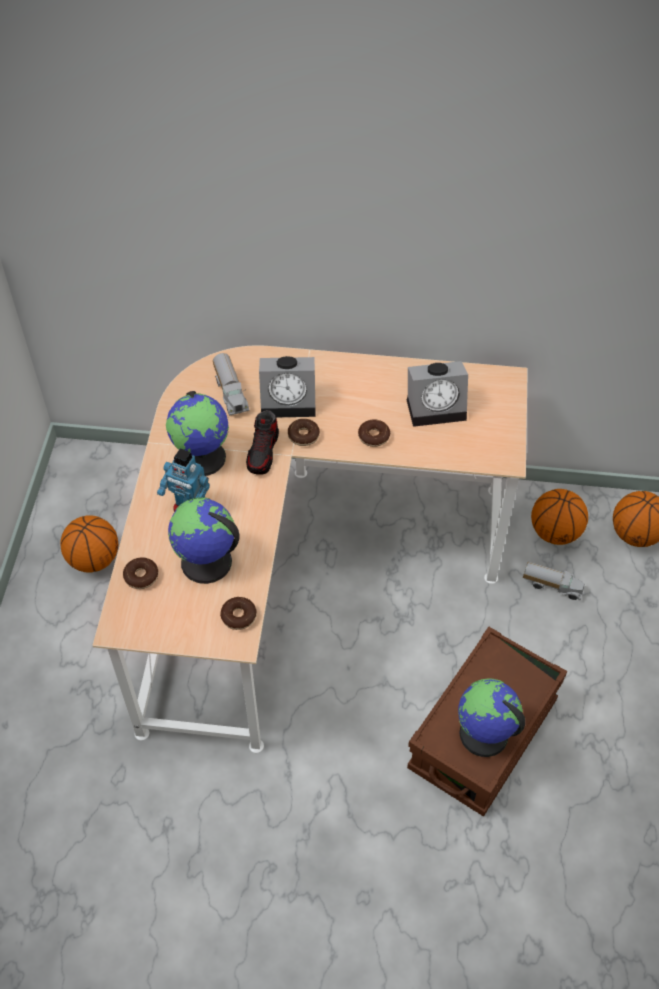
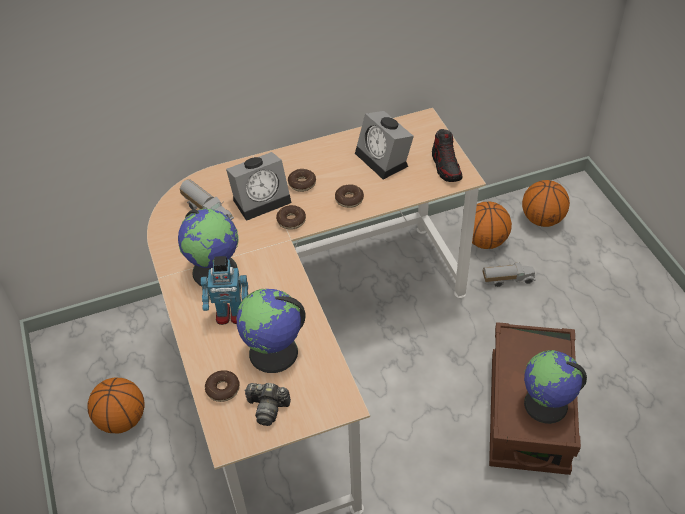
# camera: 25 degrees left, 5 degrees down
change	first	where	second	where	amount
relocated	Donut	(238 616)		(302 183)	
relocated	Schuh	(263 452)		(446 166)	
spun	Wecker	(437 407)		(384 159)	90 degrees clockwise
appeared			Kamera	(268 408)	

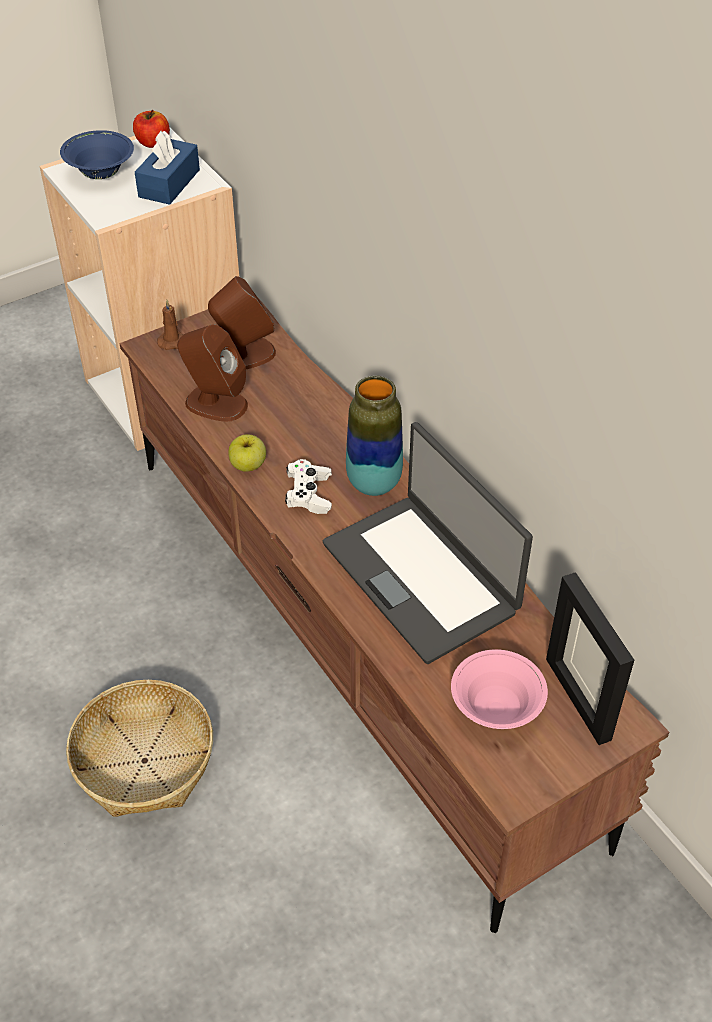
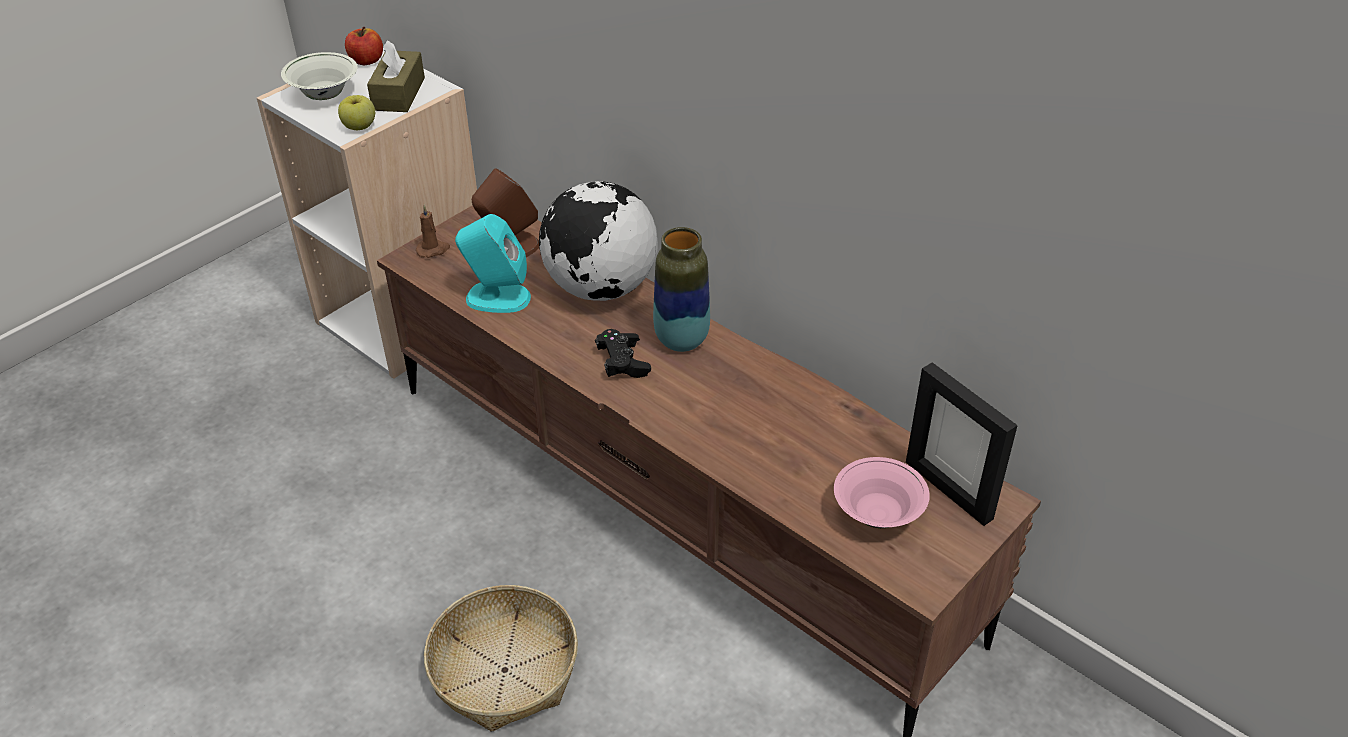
# camera: 15 degrees left, 5 degrees down
change	first	where	second	where	amount
colour	Schüssel (blau)	(100 174)	Schüssel (weiß)	(324 95)	
colour	Taschentuchbox (blau)	(169 183)	Taschentuchbox (braun)	(399 94)	
colour	Lautsprecher (braun)	(215 403)	Lautsprecher (türkis)	(497 298)	
relocated	Apfel	(248 465)		(360 127)	
colour	Gamepad (weiß)	(309 495)	Gamepad (schwarz)	(623 362)	
missing	Laptop	(422 576)			
appeared			Globus	(600 288)	

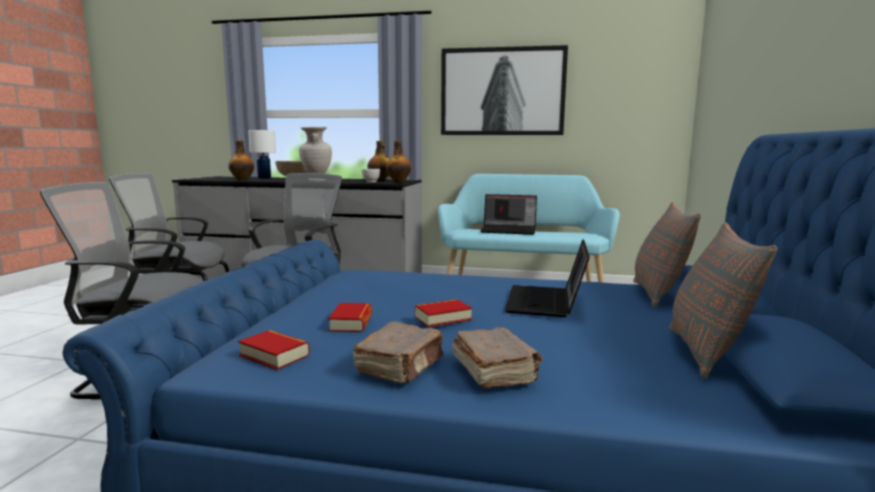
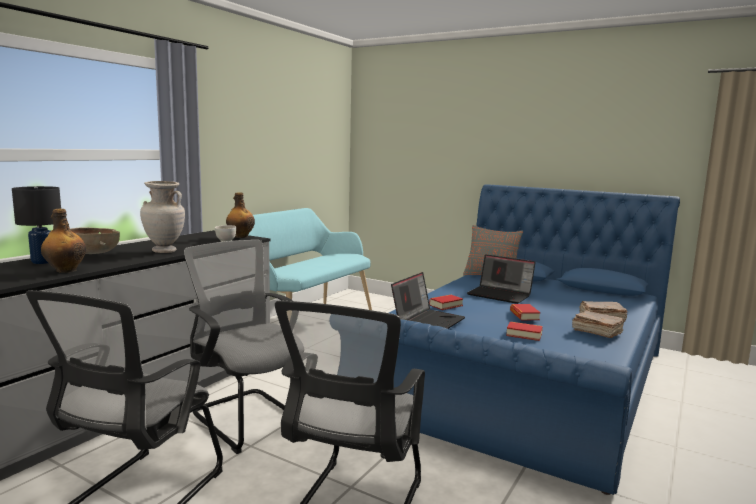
# camera: 70 degrees left, 0 degrees up
change	first	where	second	where	amount
relocated	Buch	(274 355)		(446 305)	
colour	Tischlampe (weiß)	(264 178)	Tischlampe (schwarz)	(41 262)	
missing	Flasche	(380 180)			
missing	Bild	(502 92)			
relocated	Laptop	(509 230)		(428 321)	
missing	Kissen (grau)	(706 353)			

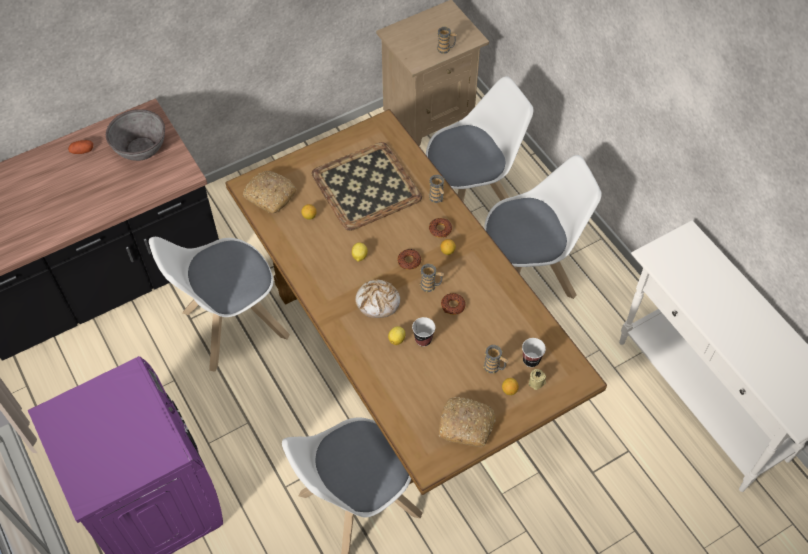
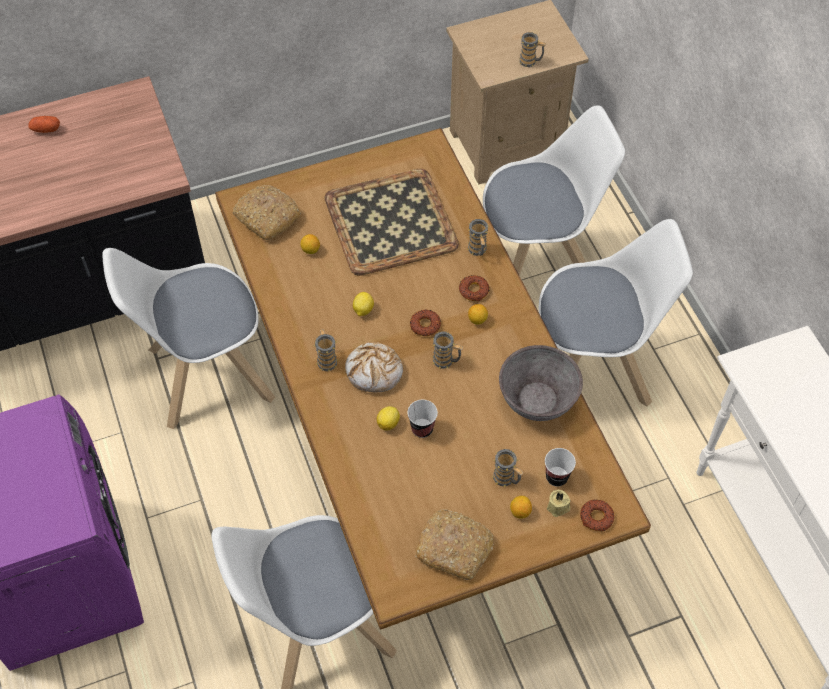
# camera: 10 degrees right, 0 degrees up
change	first	where	second	where	amount
relocated	Schüssel (grau)	(141 148)		(537 399)	
relocated	Donut	(453 306)		(596 517)	
appeared			Henkelbecher	(326 359)	

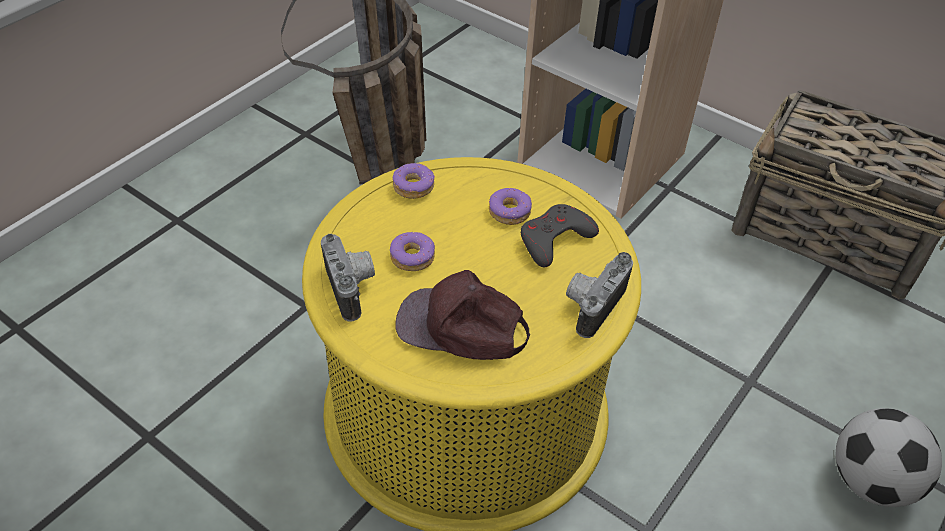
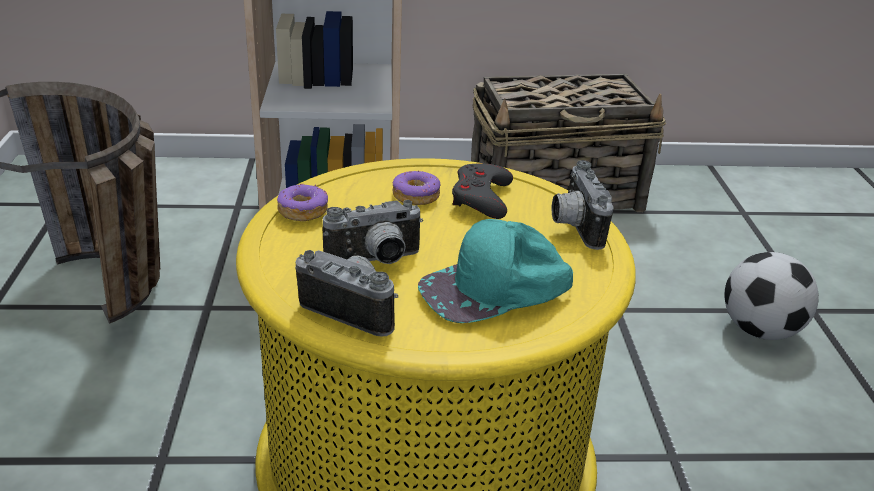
# camera: 40 degrees left, 15 degrees down
change	first	where	second	where	amount
exchanged	Donut	(412 257)	Kamera	(375 262)	
colour	Kappe (braun)	(462 327)	Kappe (türkis)	(497 289)	

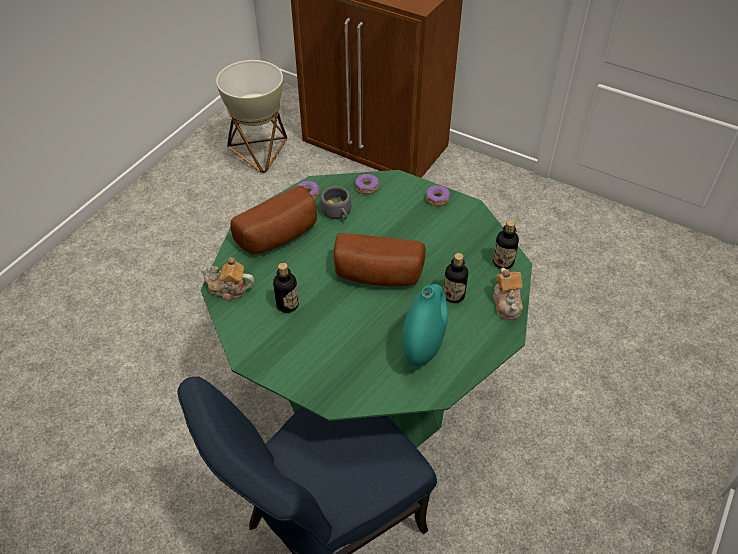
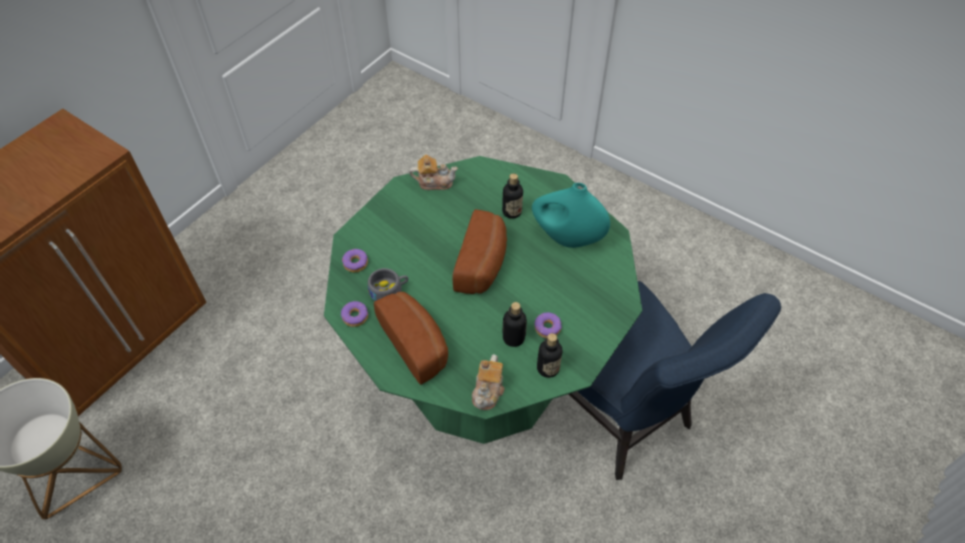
# camera: 85 degrees left, 5 degrees up
change	first	where	second	where	amount
relocated	Donut	(437 199)		(547 328)	
relocated	Flasche	(503 262)		(548 368)	
relocated	Teekanne	(507 303)		(434 182)	

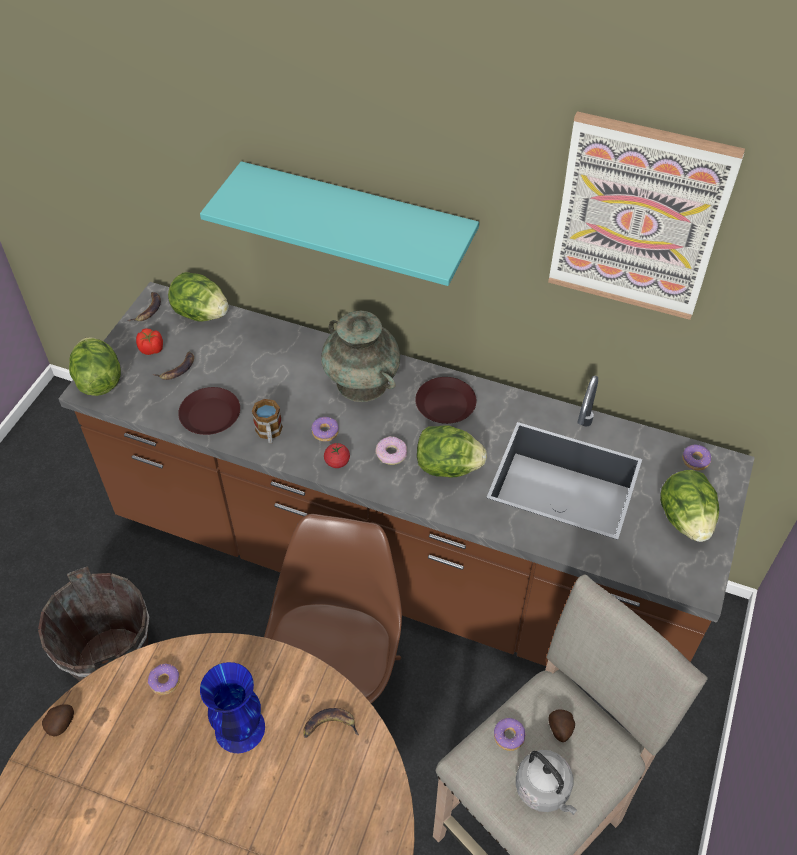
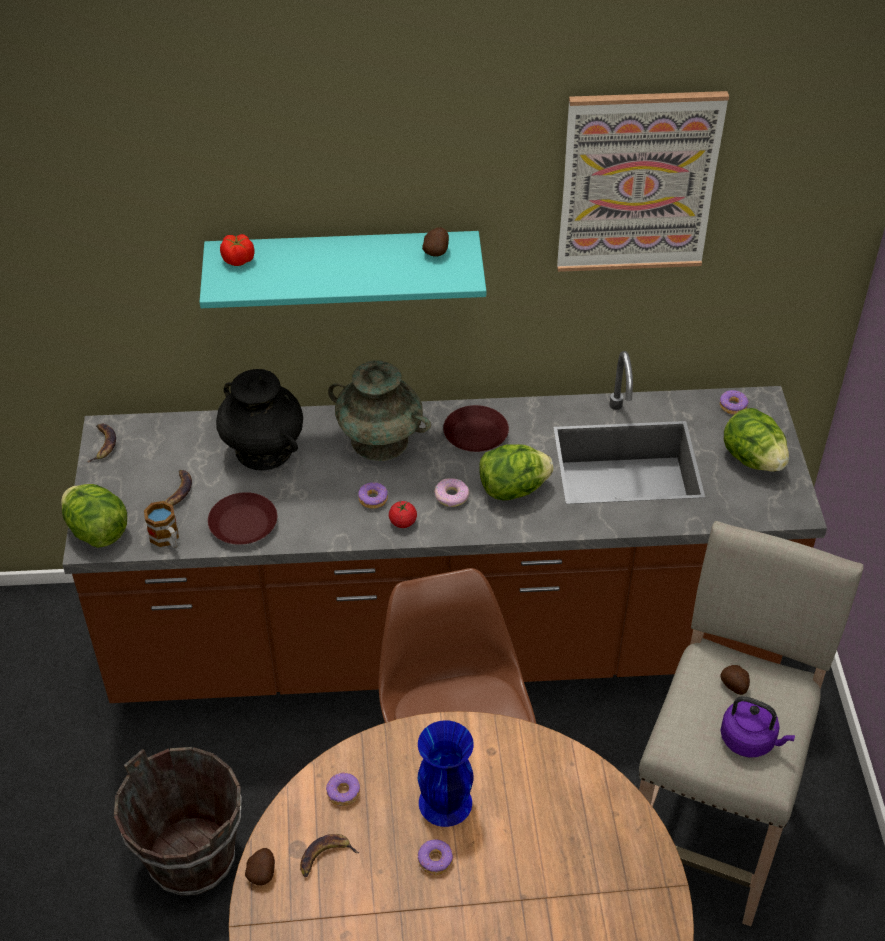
# camera: 25 degrees left, 5 degrees down
change	first	where	second	where	amount
relocated	Tomate	(151 349)		(238 260)	
missing	Salatkopf	(201 314)			
relocated	Henkelbecher	(269 433)		(167 539)	
relocated	Banane	(329 726)		(325 857)	
relocated	Donut	(509 737)		(435 860)	
colour	Wasserkessel (grau)	(544 790)	Wasserkessel (lila)	(750 740)	
appeared			Vase (schwarz)	(264 450)	
appeared			Kartoffel	(436 251)	

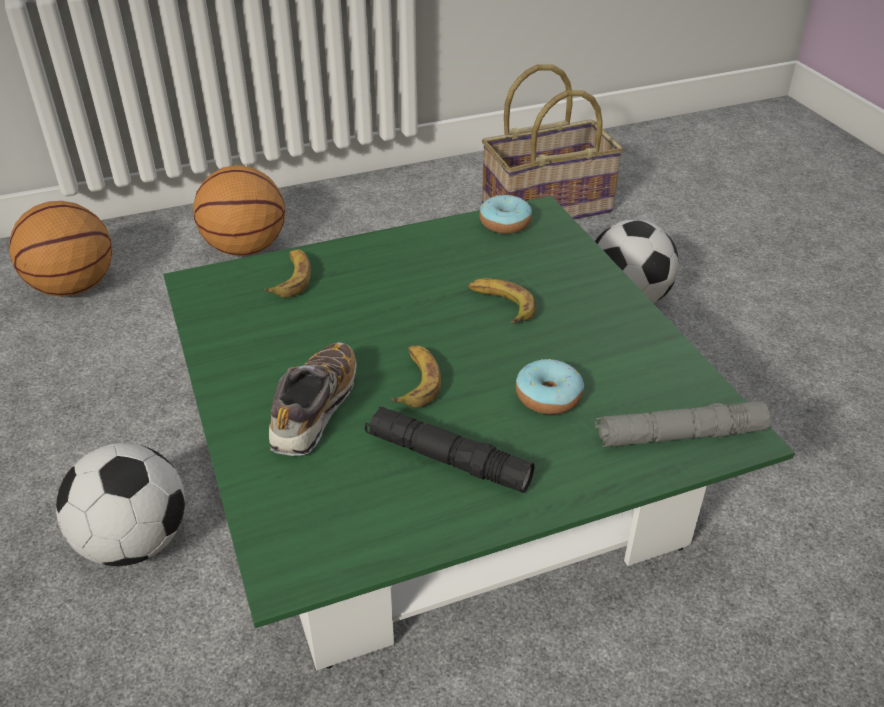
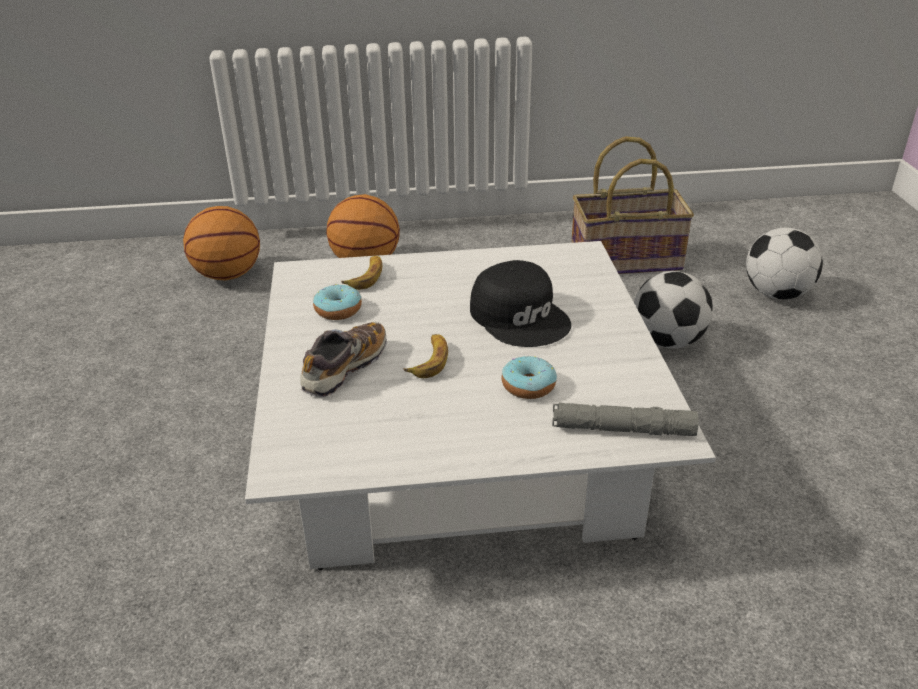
# camera: 15 degrees right, 5 degrees down
change	first	where	second	where	amount
relocated	Fußball	(134 542)		(776 294)	
colour	Couchtisch (grün)	(443 464)	Couchtisch (weiß)	(462 442)	
missing	Taschenlampe (schwarz)	(447 459)			
exchanged	Banane	(500 305)	Kappe (schwarz)	(520 316)	
relocated	Donut	(505 223)		(338 310)	

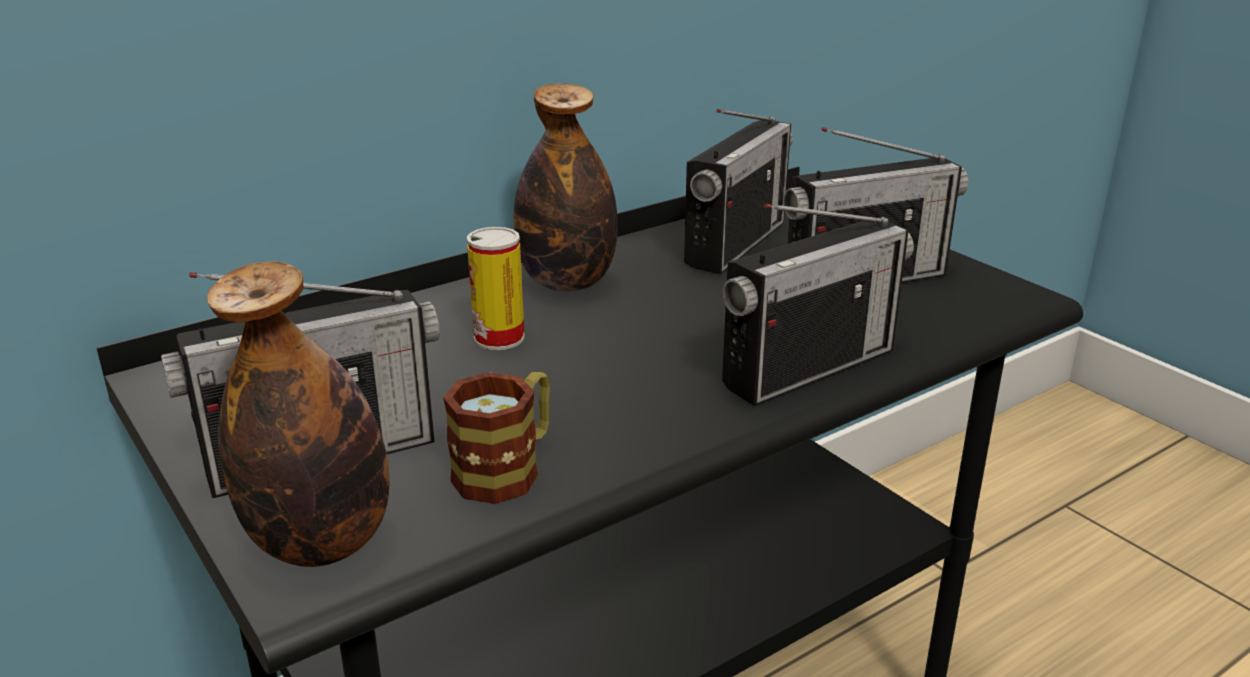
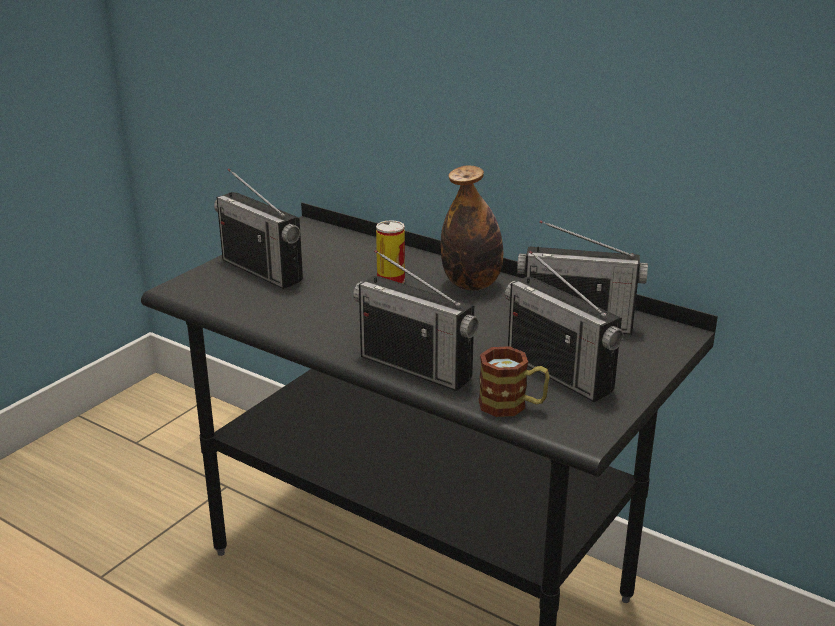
# camera: 70 degrees right, 0 degrees up
change	first	where	second	where	amount
missing	Flasche	(321 543)			
relocated	Henkelbecher	(508 469)		(512 406)	

